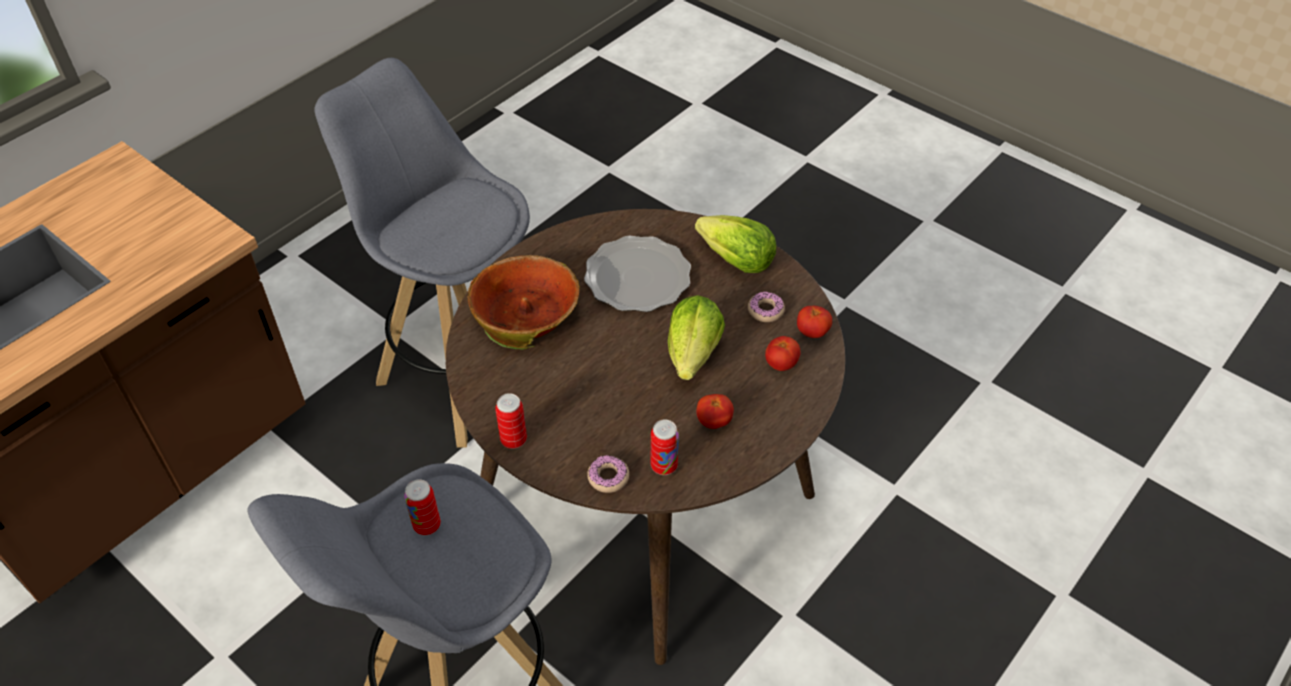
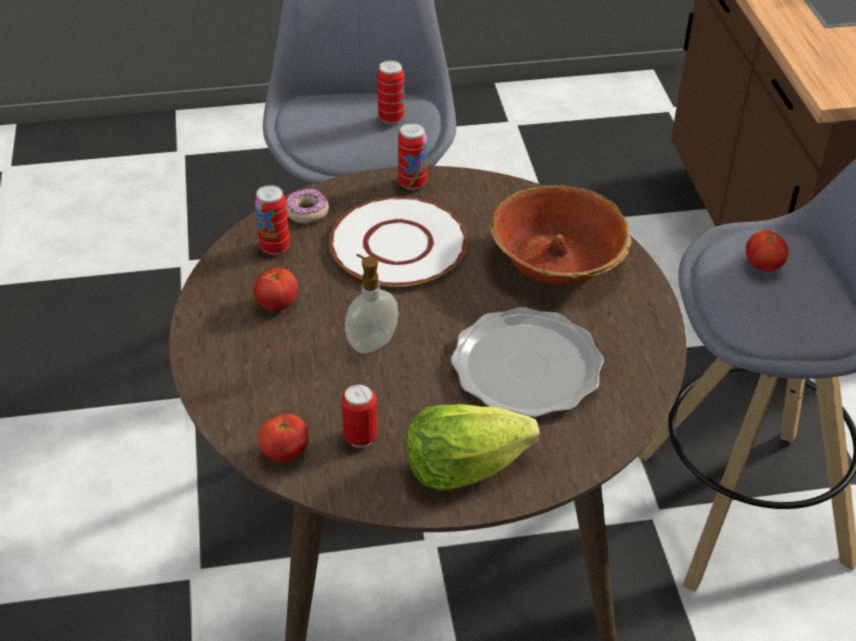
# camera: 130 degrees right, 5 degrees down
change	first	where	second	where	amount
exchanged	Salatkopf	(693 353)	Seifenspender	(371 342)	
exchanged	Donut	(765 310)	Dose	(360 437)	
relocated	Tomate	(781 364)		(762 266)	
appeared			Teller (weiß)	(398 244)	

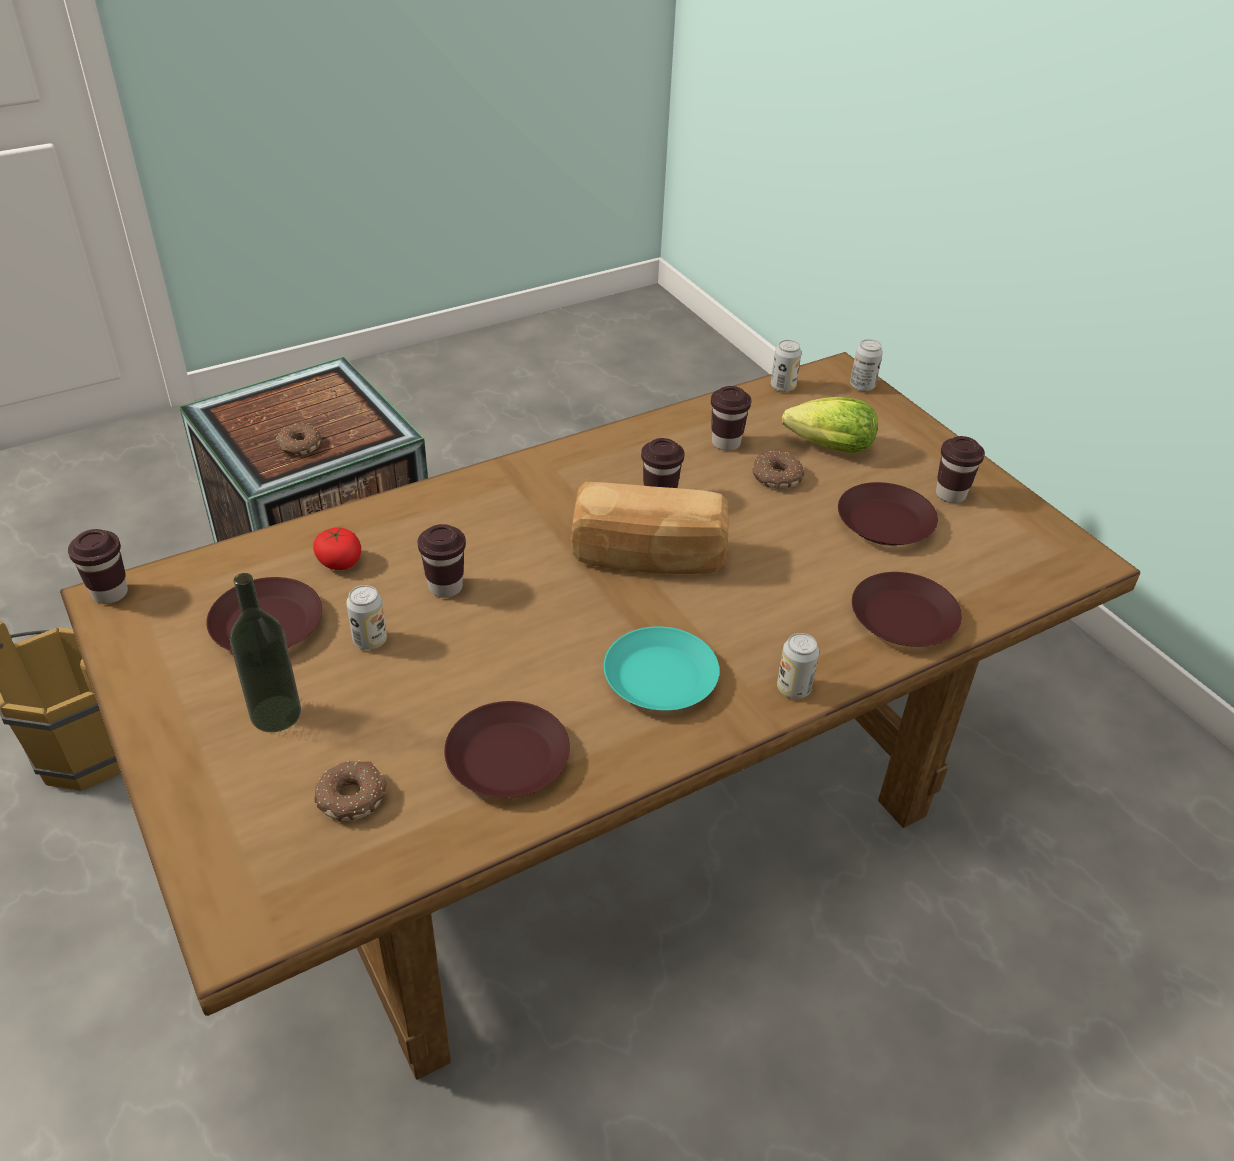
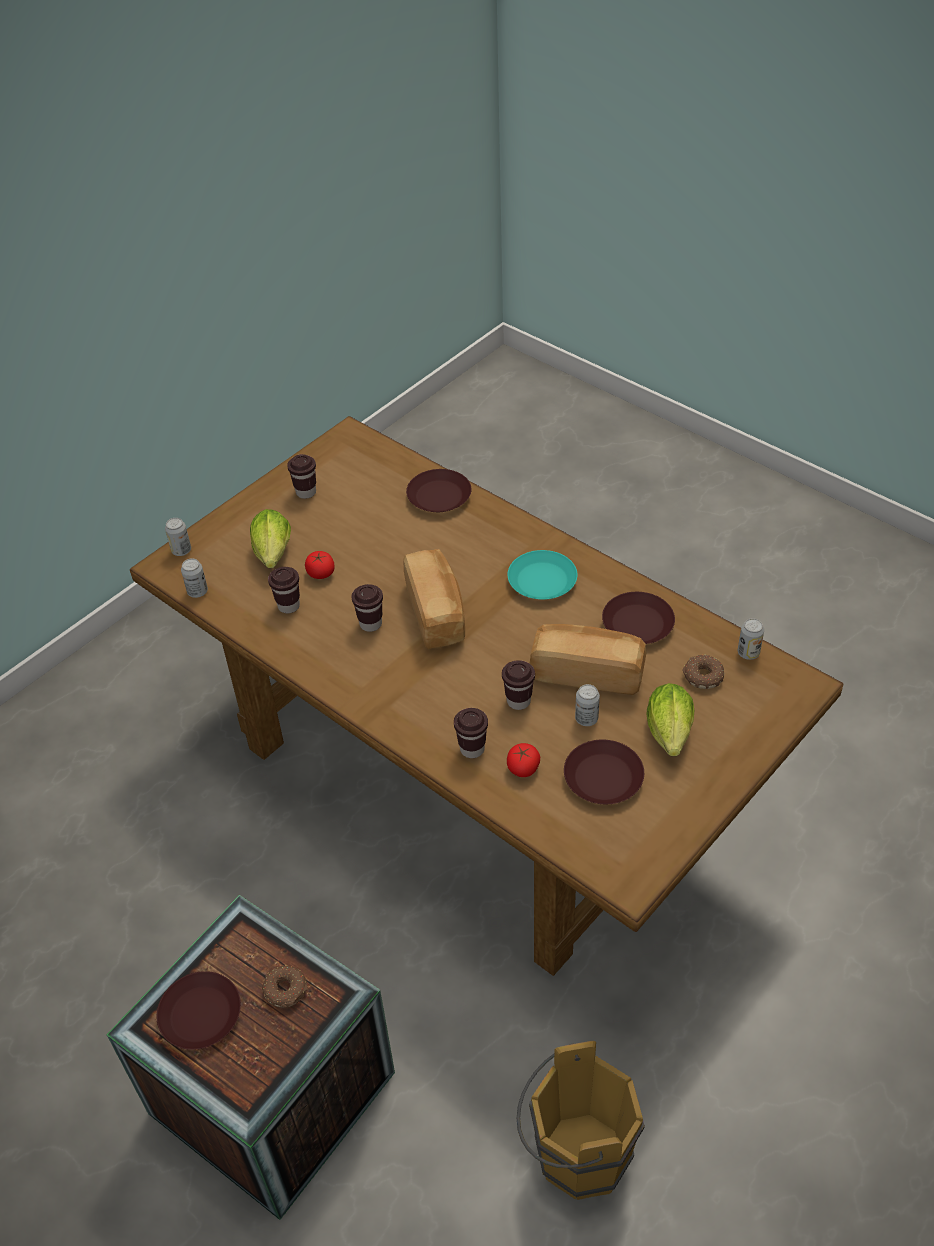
# camera: 105 degrees left, 5 degrees up
change	first	where	second	where	amount
relocated	Tasse (braun)	(110 593)		(472 749)	
exchanged	Flasche	(275 714)	Salatkopf	(669 736)	
exchanged	Donut	(775 477)	Tomate	(321 573)	
relocated	Dose	(793 688)		(748 653)	
relocated	Teller (braun)	(886 522)		(200 1014)	
appeared			Brot	(587 673)	

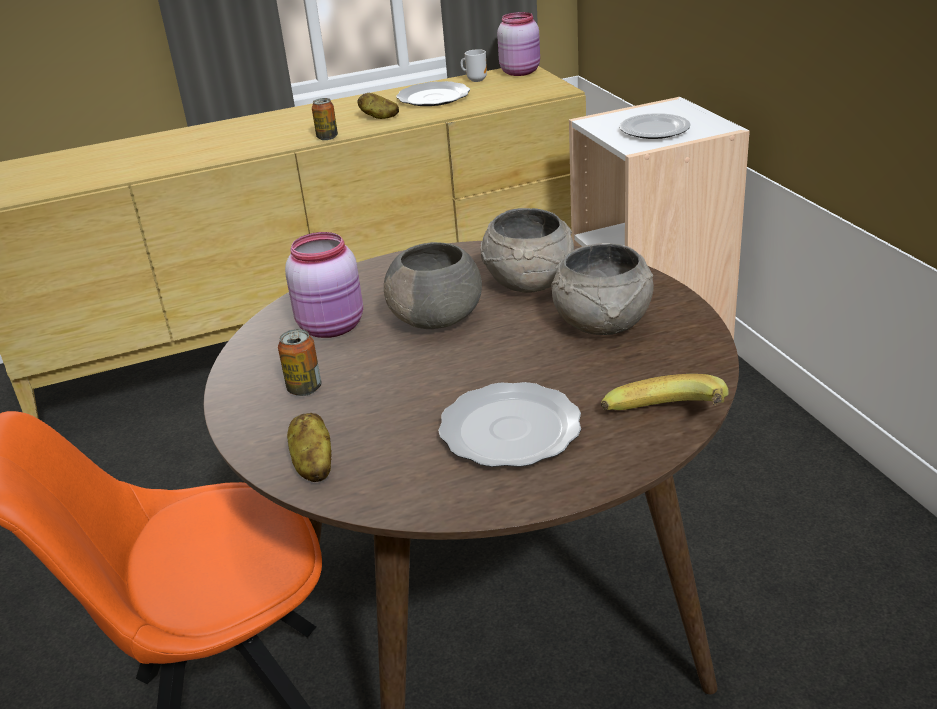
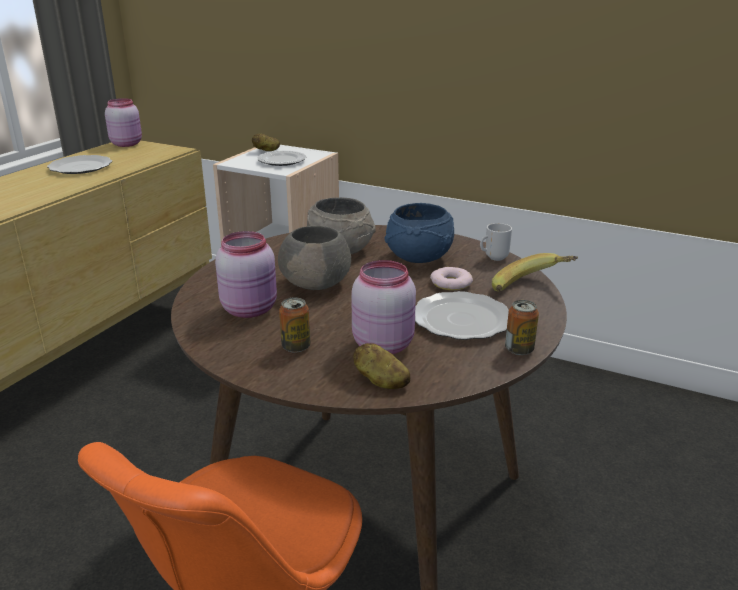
# camera: 45 degrees left, 5 degrees down
change	first	where	second	where	amount
relocated	Dose	(327 137)		(519 349)	
relocated	Kartoffel	(379 117)		(266 150)	
relocated	Henkelbecher	(476 80)		(494 258)	
colour	Schüssel (grau)	(602 324)	Schüssel (blau)	(420 257)	
appeared			Vorratsglas (rosa)	(383 344)	
appeared			Donut	(450 283)	

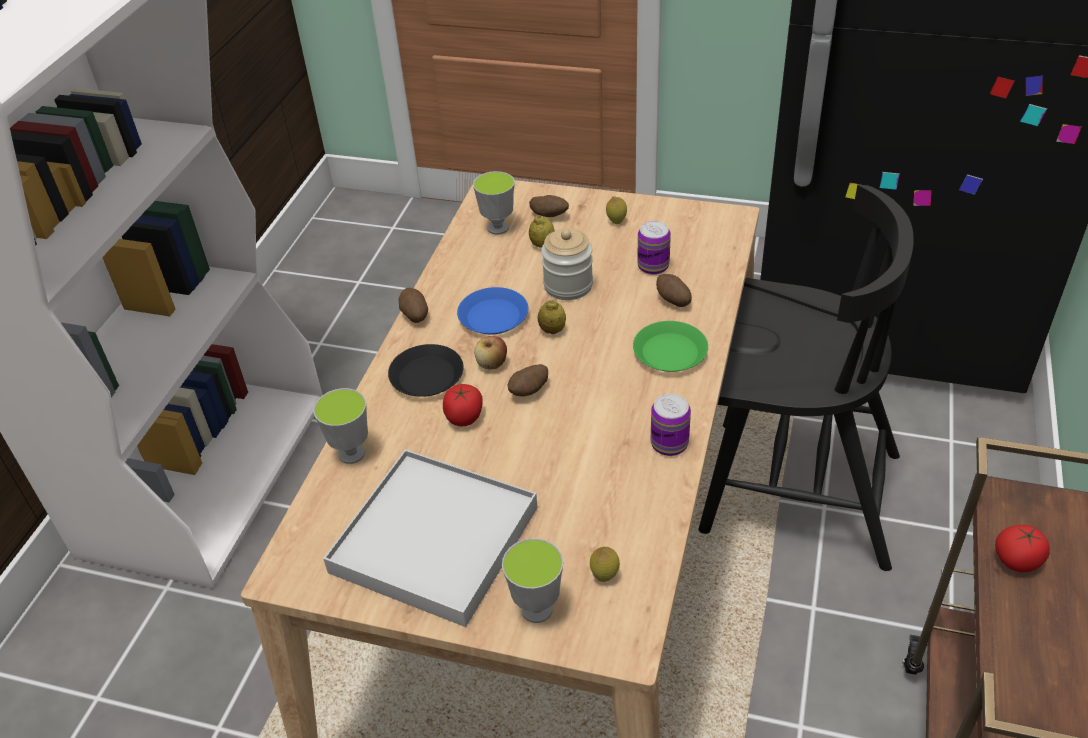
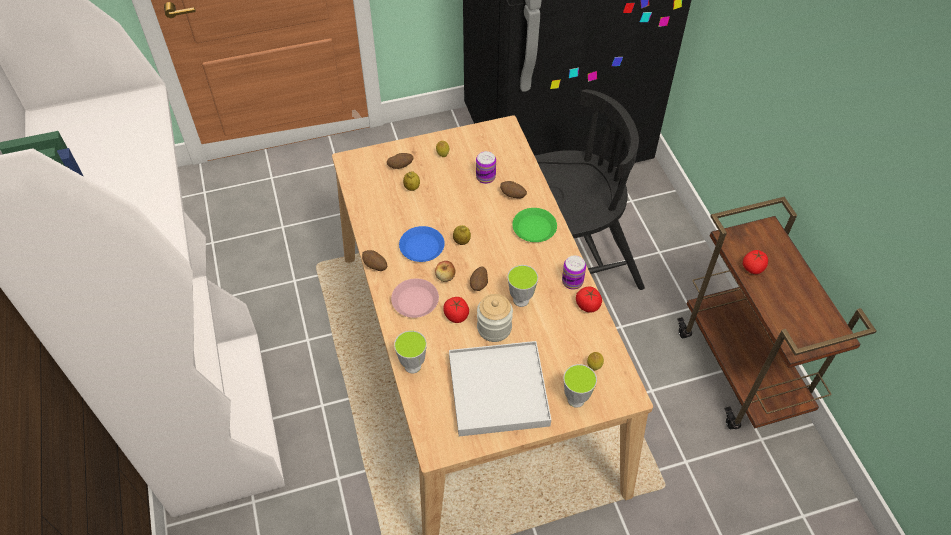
# camera: 35 degrees left, 10 degrees up
change	first	where	second	where	amount
colour	Teller (schwarz)	(426 376)	Teller (rosa)	(415 301)	
relocated	Tasse	(498 228)		(521 300)	
relocated	Vorratsglas	(568 285)		(494 328)	
appeared			Tomate	(588 305)	

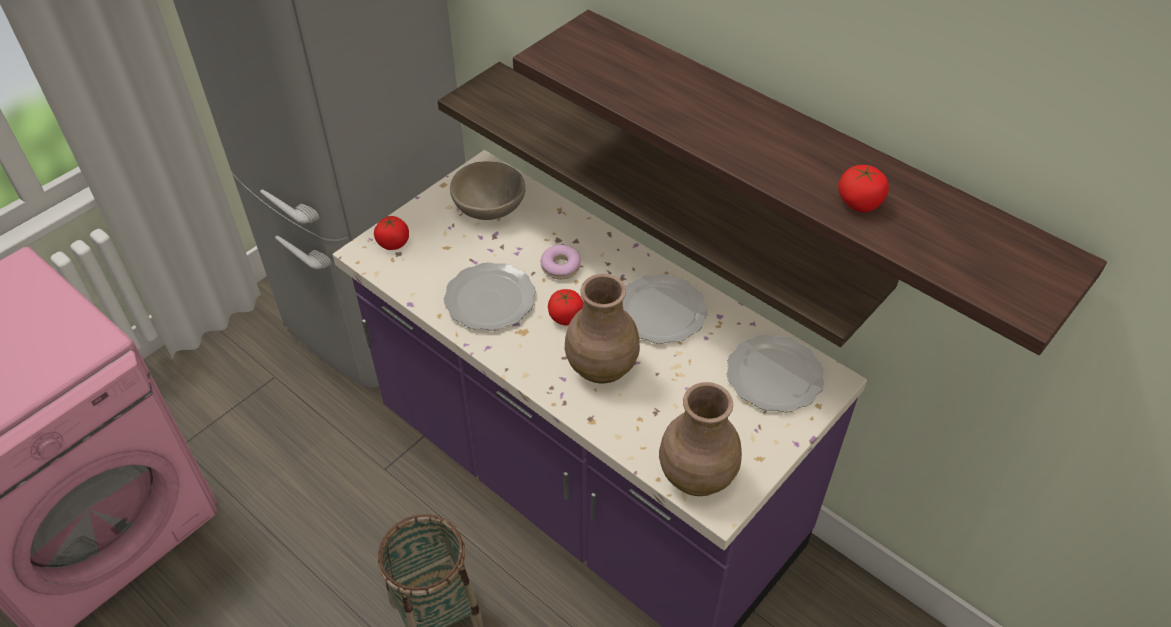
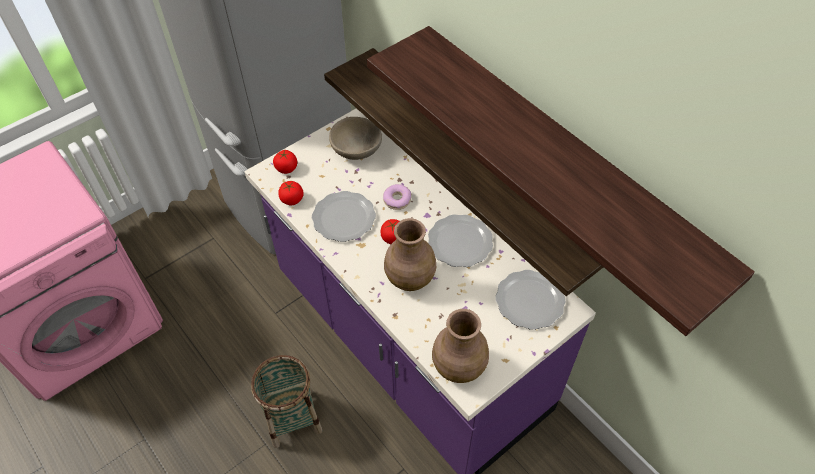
# camera: 10 degrees right, 5 degrees up
change	first	where	second	where	amount
relocated	Tomate	(859 203)		(292 199)	

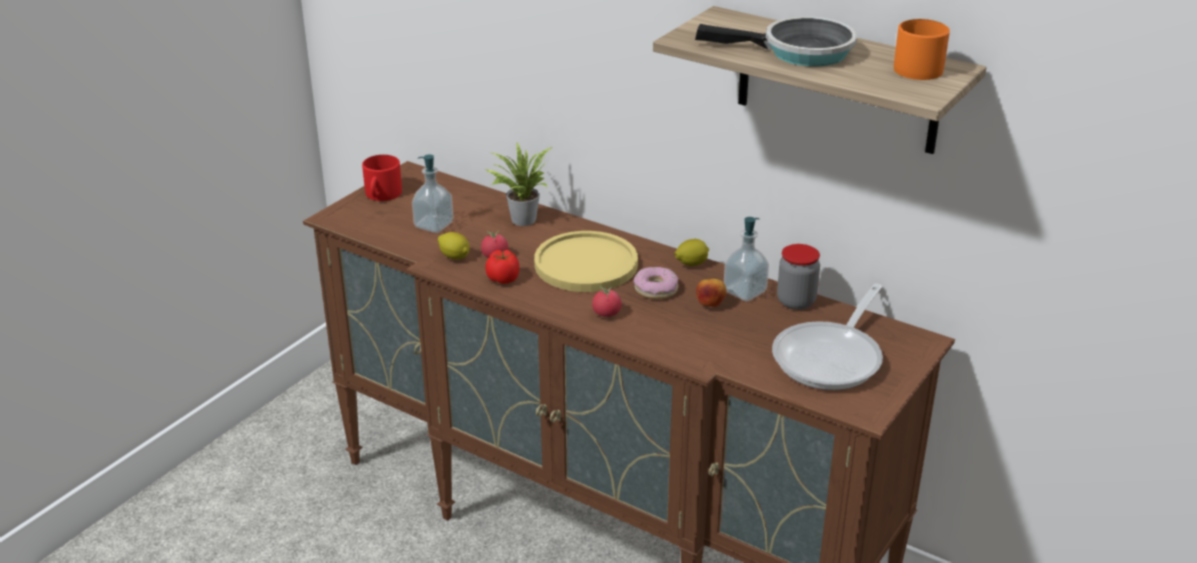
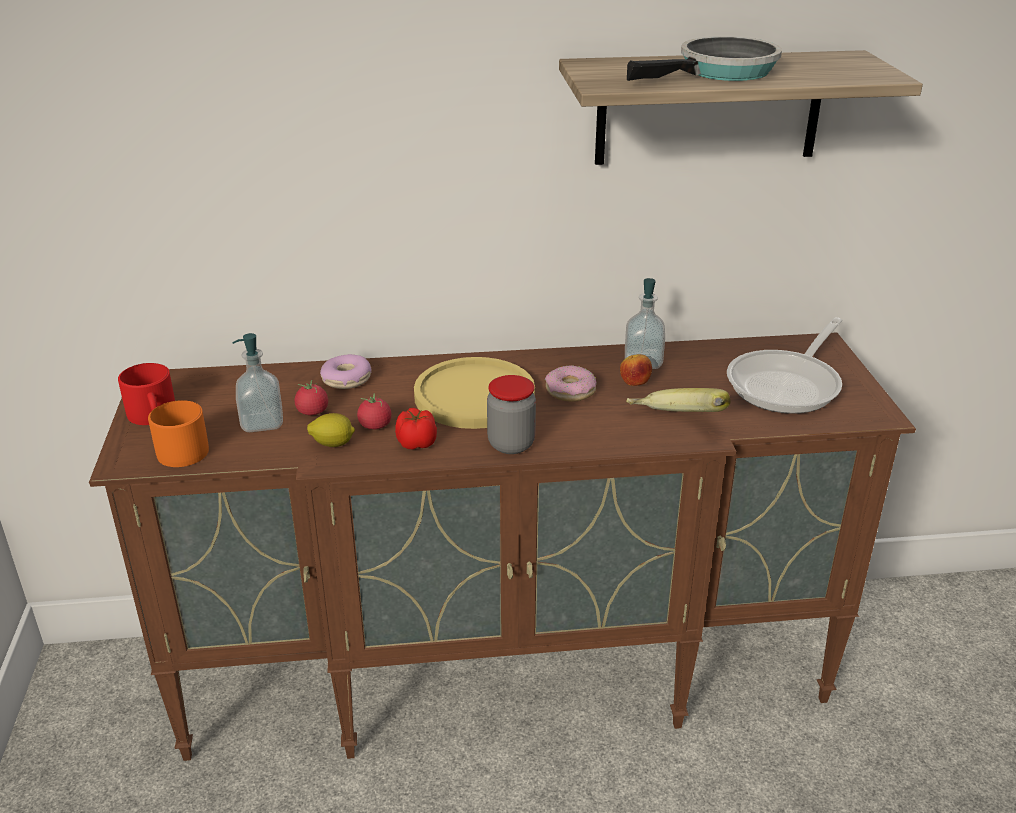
# camera: 40 degrees left, 0 degrees up
change	first	where	second	where	amount
exchanged	Topfpflanze	(521 218)	Donut	(346 379)	
relocated	Tomate	(606 313)		(312 412)	
missing	Zitrone	(691 264)			
spun	Pfanne	(832 357)		(788 384)	45 degrees clockwise
relocated	Vorratsglas	(796 301)		(511 444)	
relocated	Henkelbecher (orange)	(914 67)		(177 450)	
appeared			Banane	(675 424)	

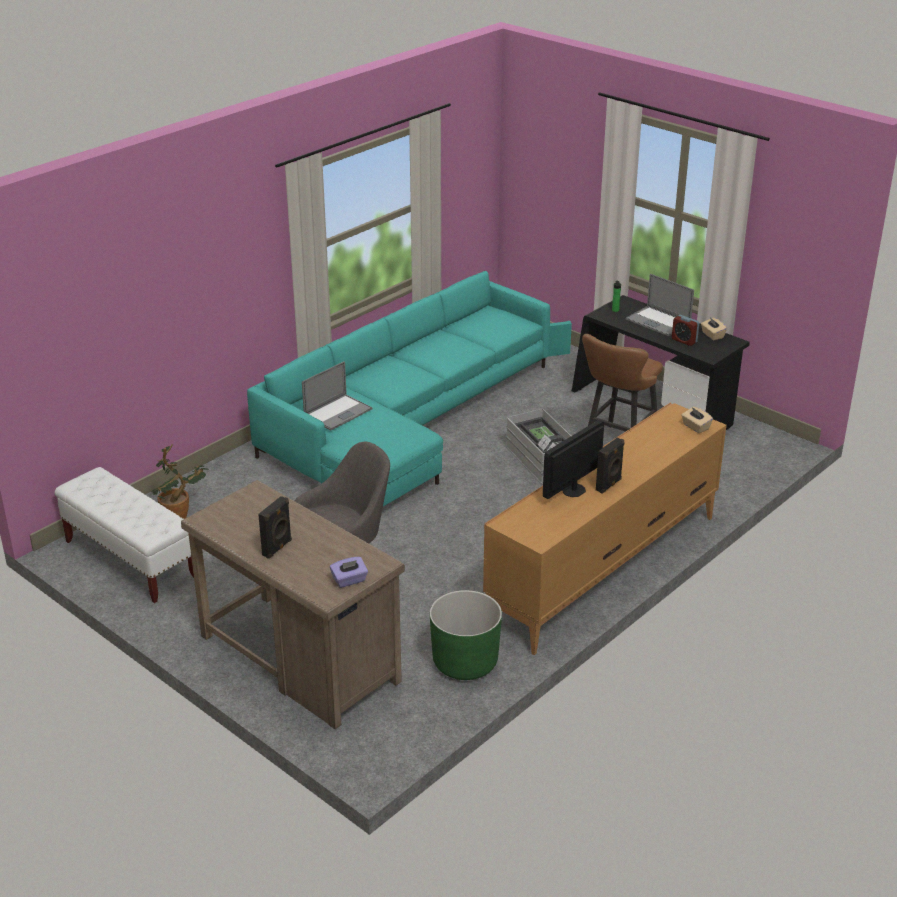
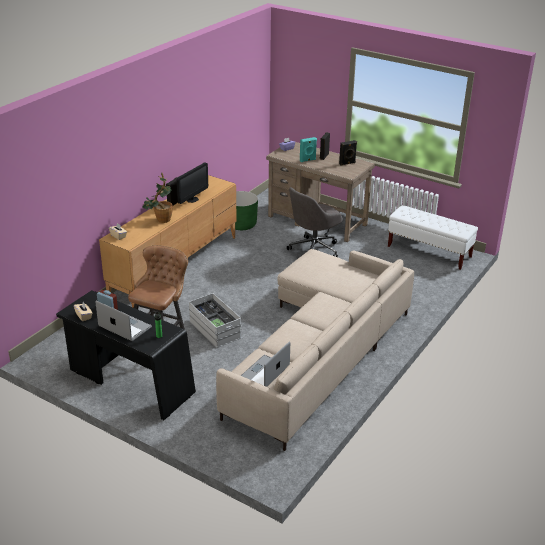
# camera: 170 degrees right, 0 degrees up
change	first	where	second	where	amount
relocated	Topfpflanze	(181 517)		(160 221)	
colour	Sofa (türkis)	(405 422)	Sofa (beige)	(319 351)	
relocated	Laptop	(338 413)		(264 372)	
relocated	Lautsprecher (türkis)	(557 353)		(308 160)	
appeared			Lautsprecher (schwarz)	(347 163)	

